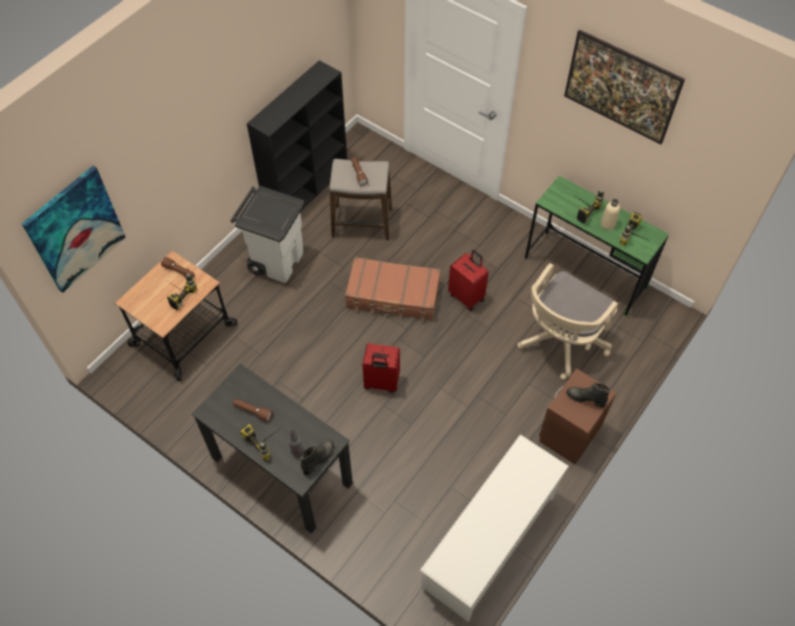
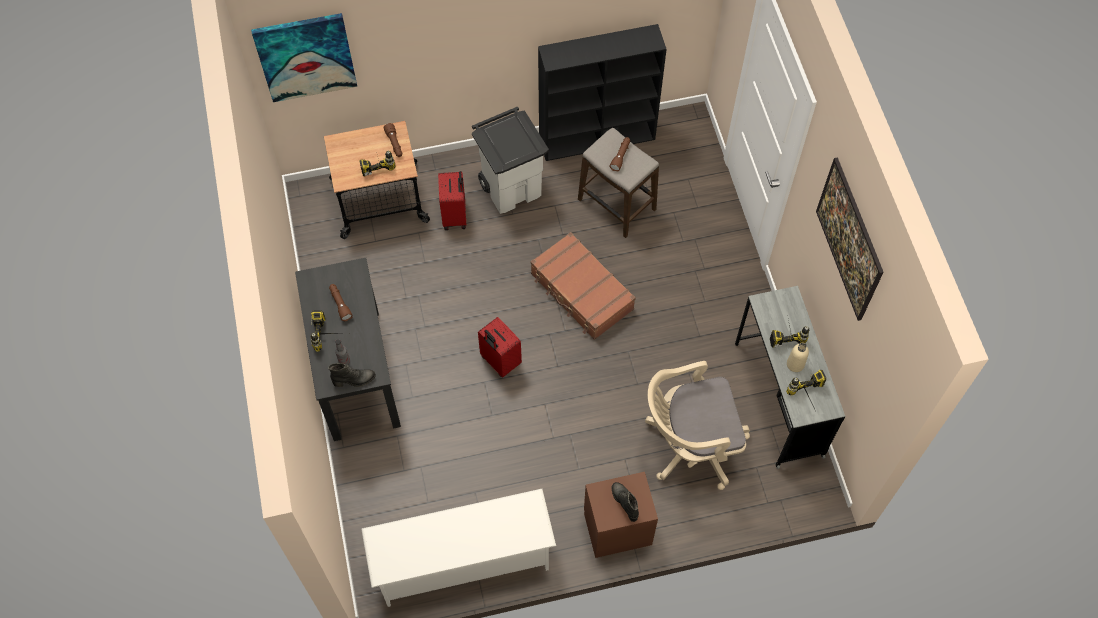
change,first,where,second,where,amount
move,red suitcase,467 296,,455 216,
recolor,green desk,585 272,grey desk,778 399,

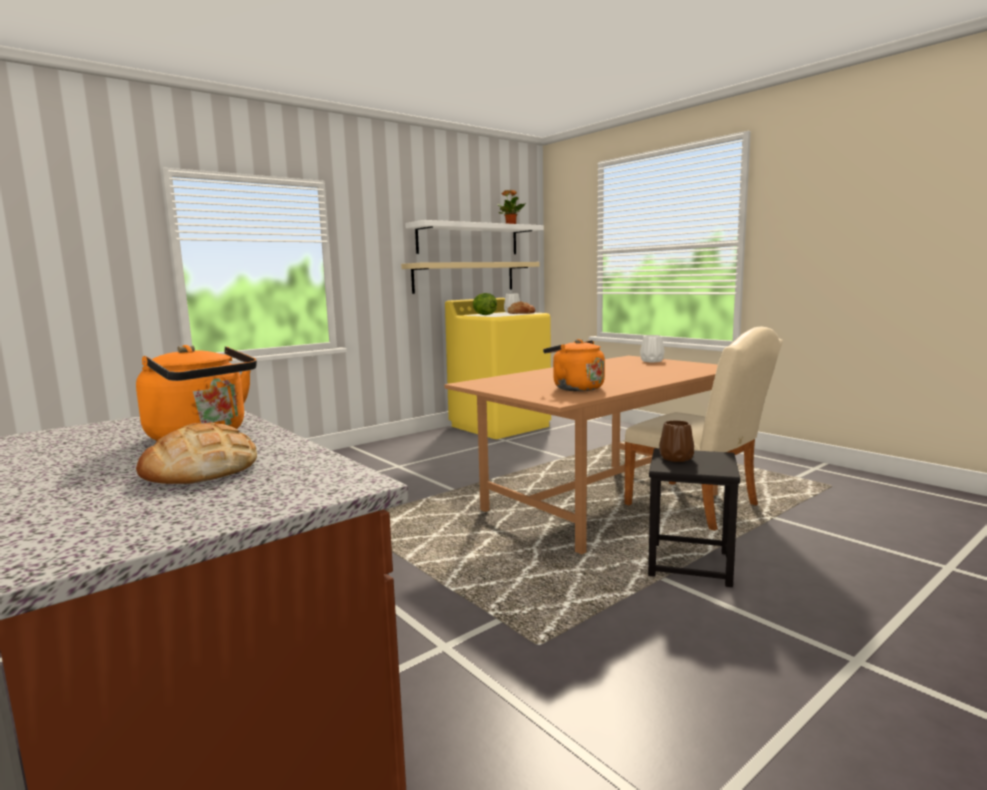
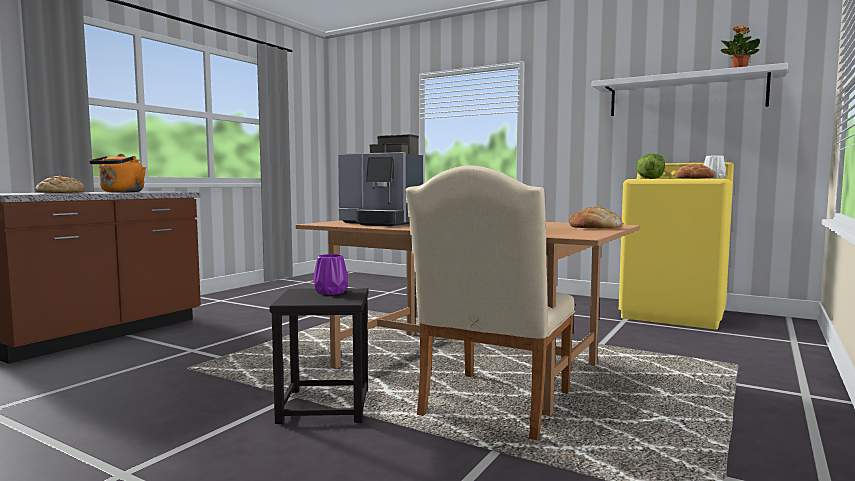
change,first,where,second,where,amount
delete,beige shelf,464 277,,,
replace,orange kettle,575 388,coffee machine,381 223,
replace,white vase,652 361,bread,595 227,
recolor,brown vase,676 458,purple vase,331 292,

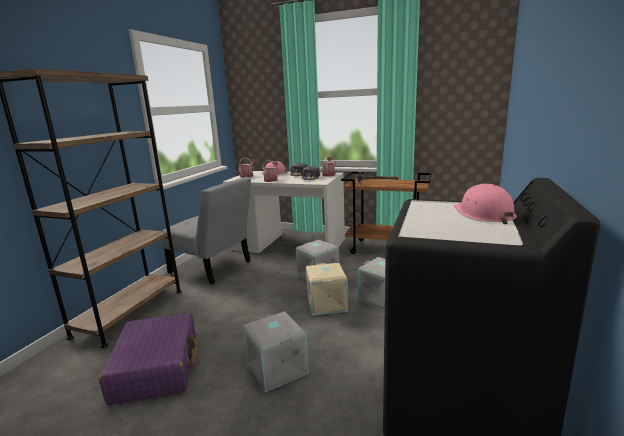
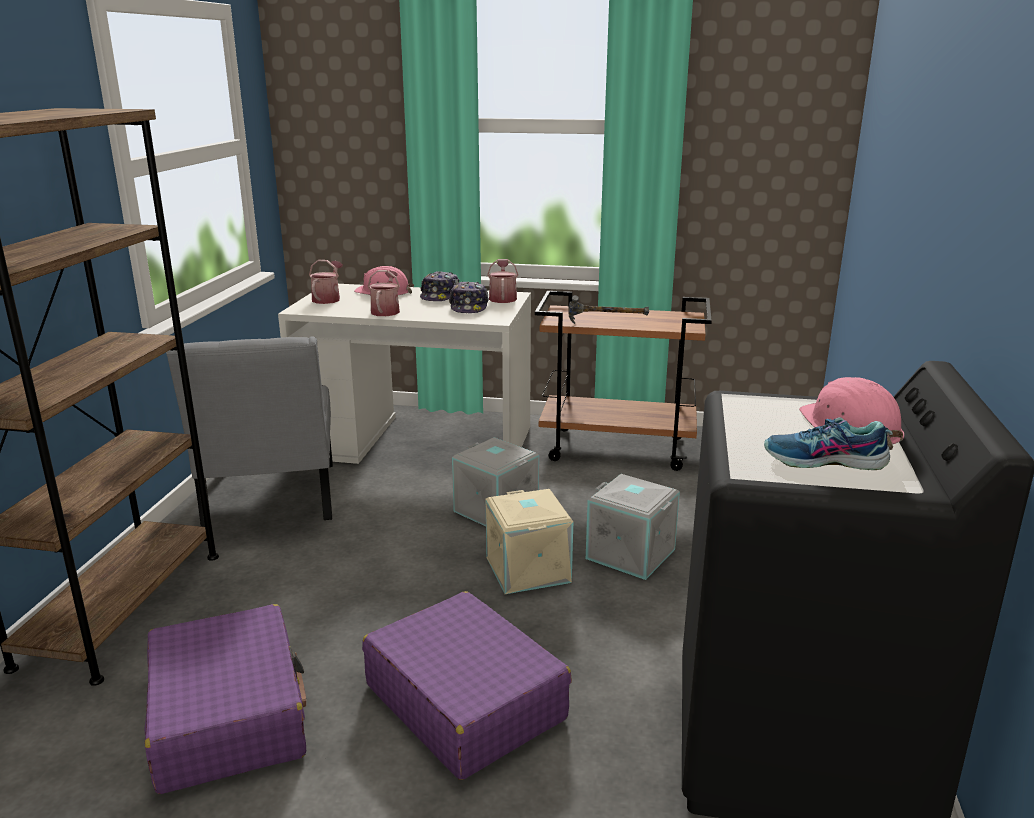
change,first,where,second,where,amount
insert,,,shoe,824 461,
replace,grey storage box,276 369,purple suitcase,465 701,
rotate,grey chair,213 268,,270 501,60 degrees clockwise

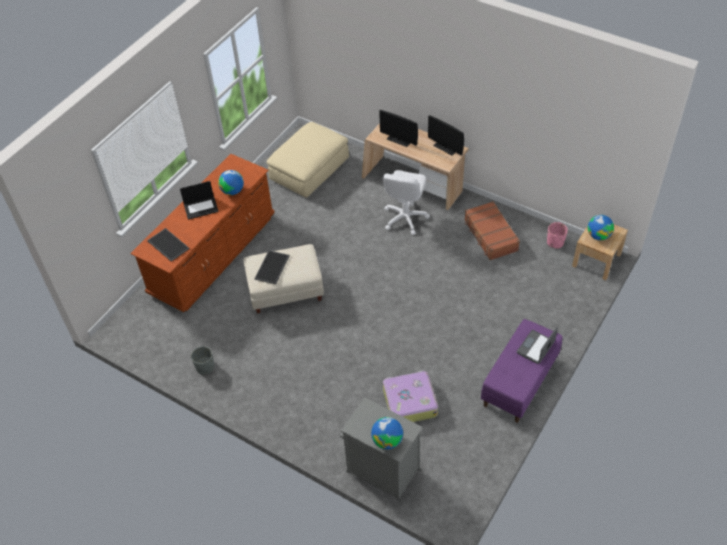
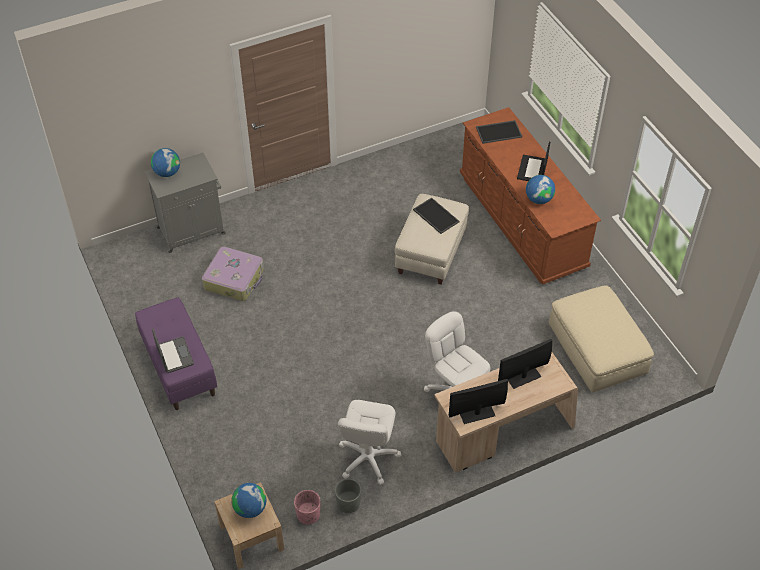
change,first,where,second,where,amount
move,grey planter,205 367,,348 503,
replace,brown suitcase,490 236,white office chair,367 458,

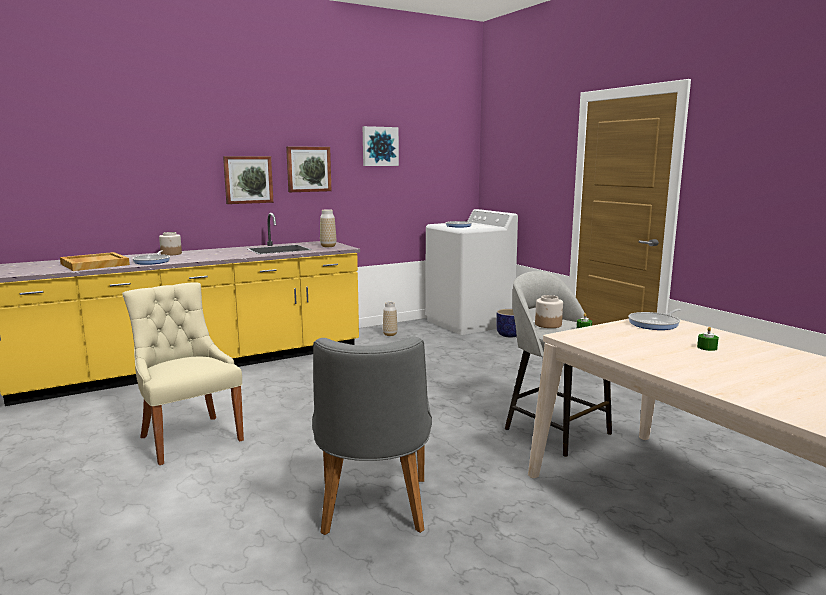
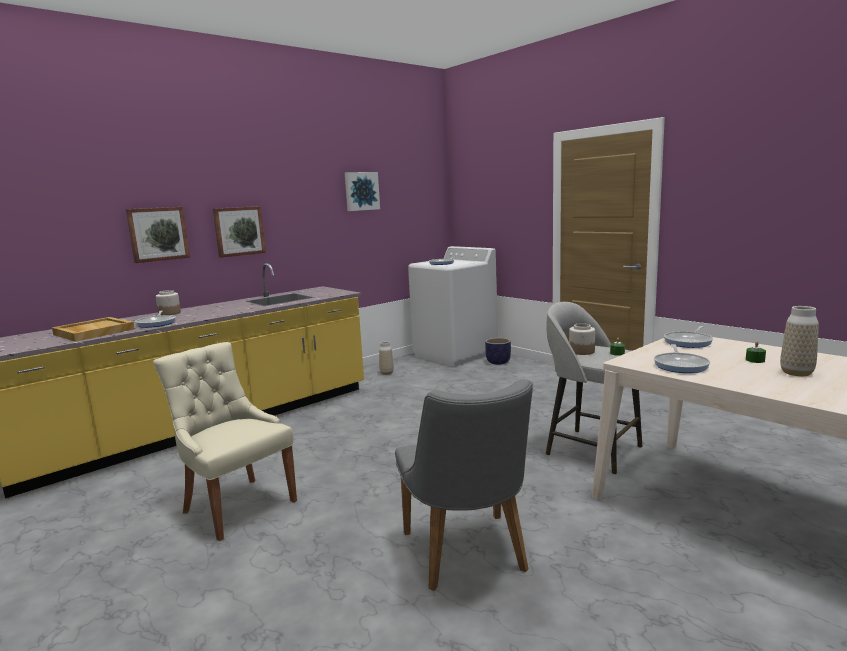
change,first,where,second,where,amount
insert,,,frying pan,680 365,
move,picture,308 169,,158 234,
move,vase,328 246,,796 373,

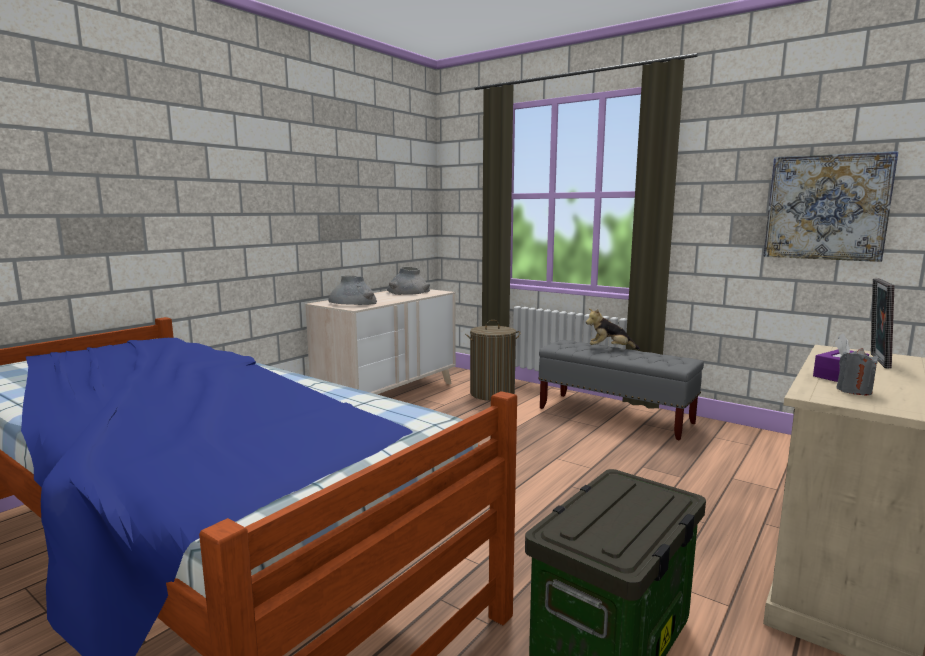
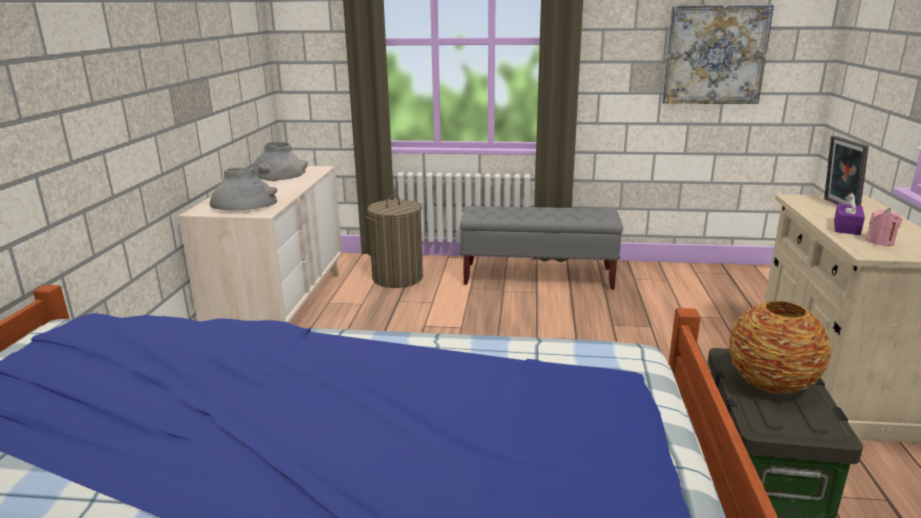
change,first,where,second,where,amount
delete,plush toy,610 349,,,
insert,,,vase,770 383,
recolor,grey candle,854 391,pink candle,879 242,

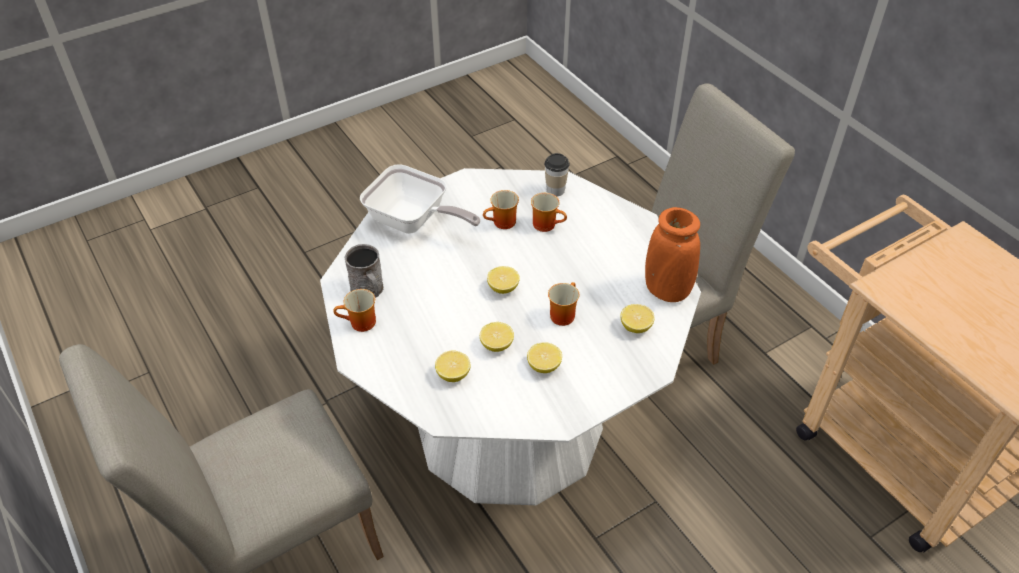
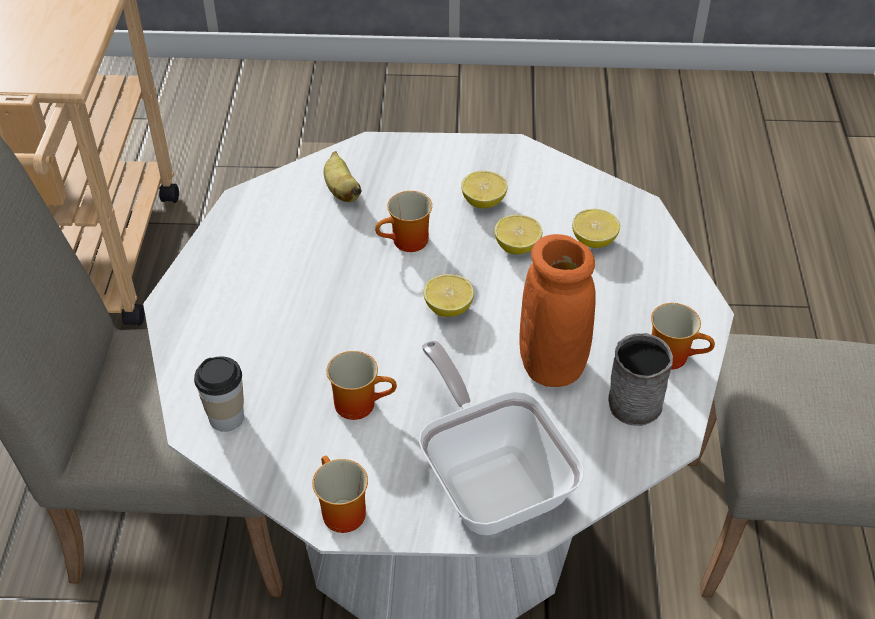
change,first,where,second,where,amount
move,mug,547 224,,338 512,
move,orange vase,666 290,,551 365,
replace,lemon,635 327,banana,341 191,

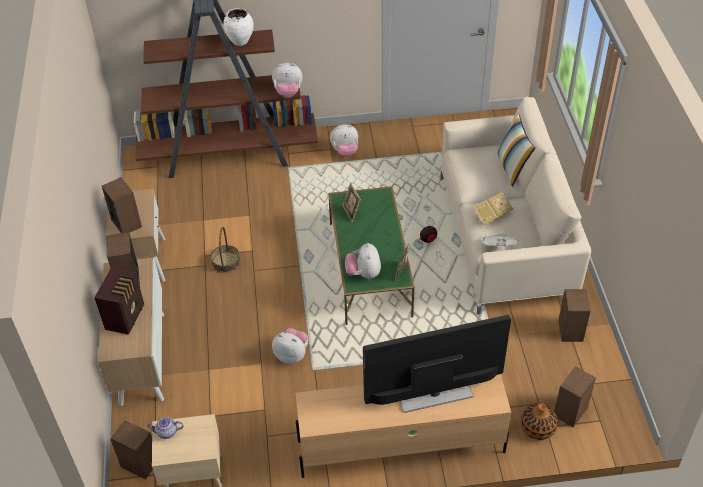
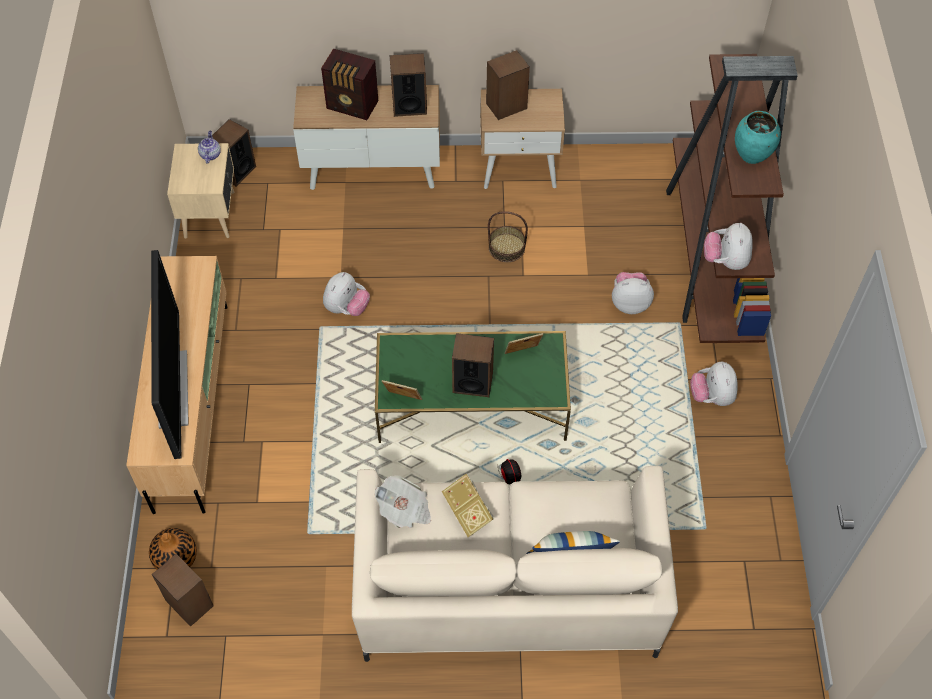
change,first,where,second,where,amount
move,plush toy,363 273,,630 303,
move,speaker,570 330,,472 382,
recolor,white vase,240 41,turquoise vase,752 156,

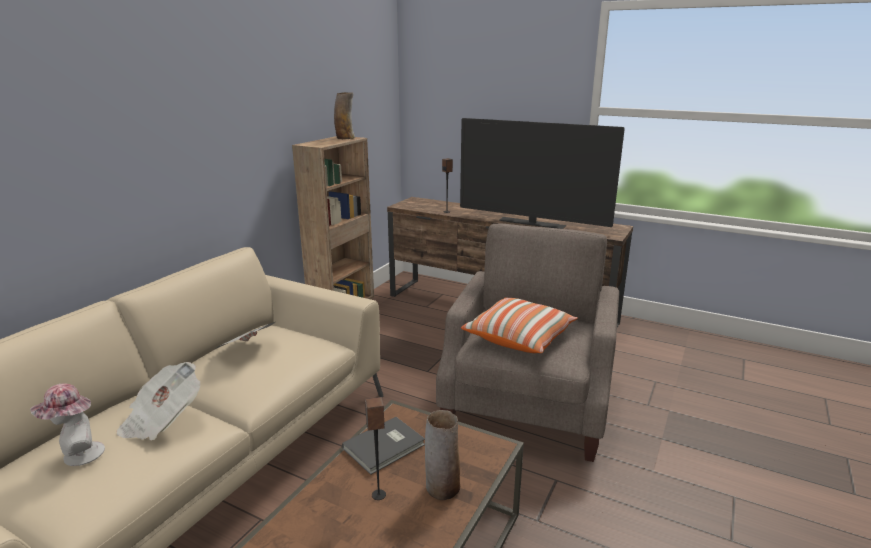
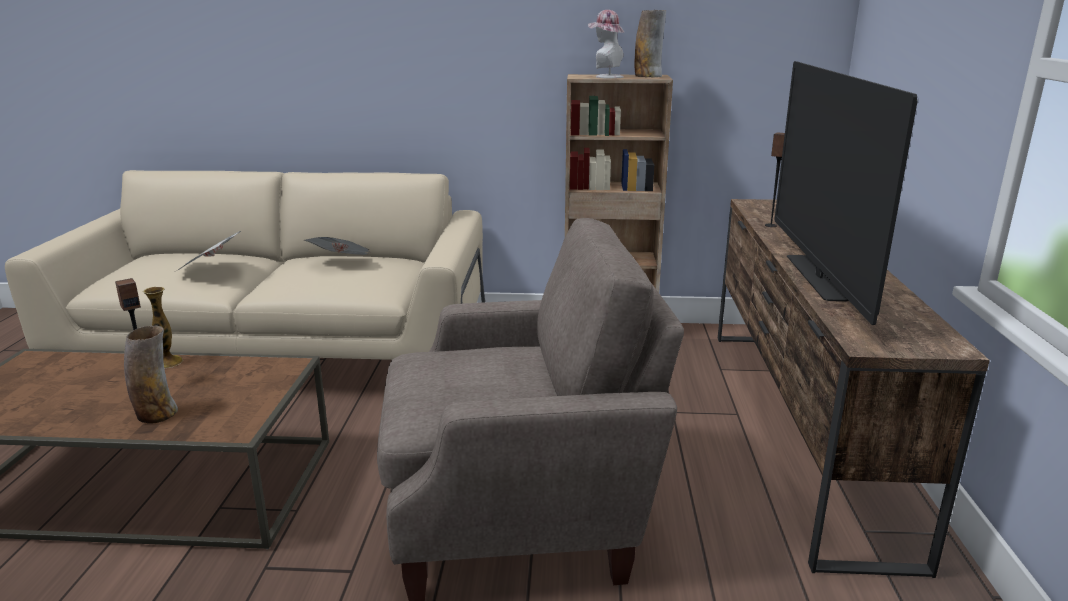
change,first,where,second,where,amount
delete,grey book,386 447,,,
delete,pillow,519 337,,,
insert,,,vase,168 362,
move,hat,78 456,,605 77,

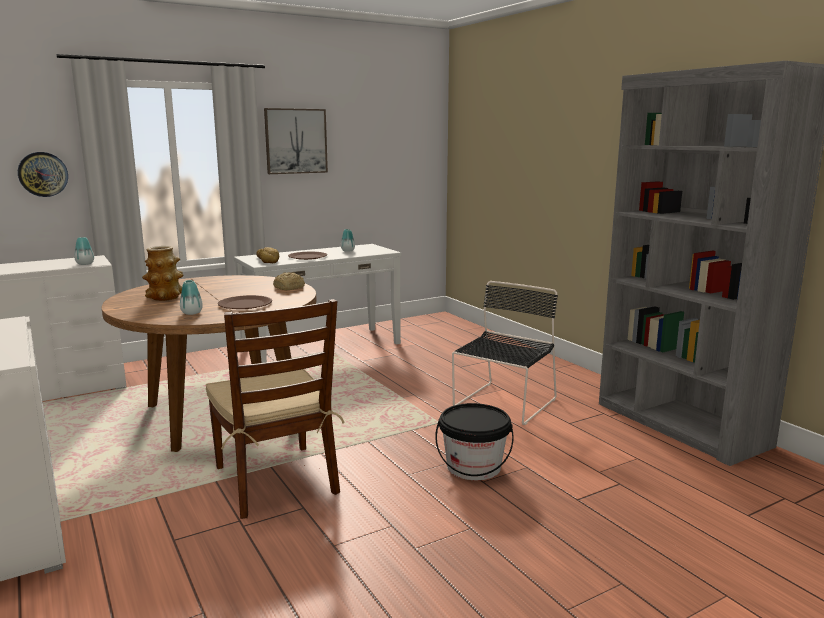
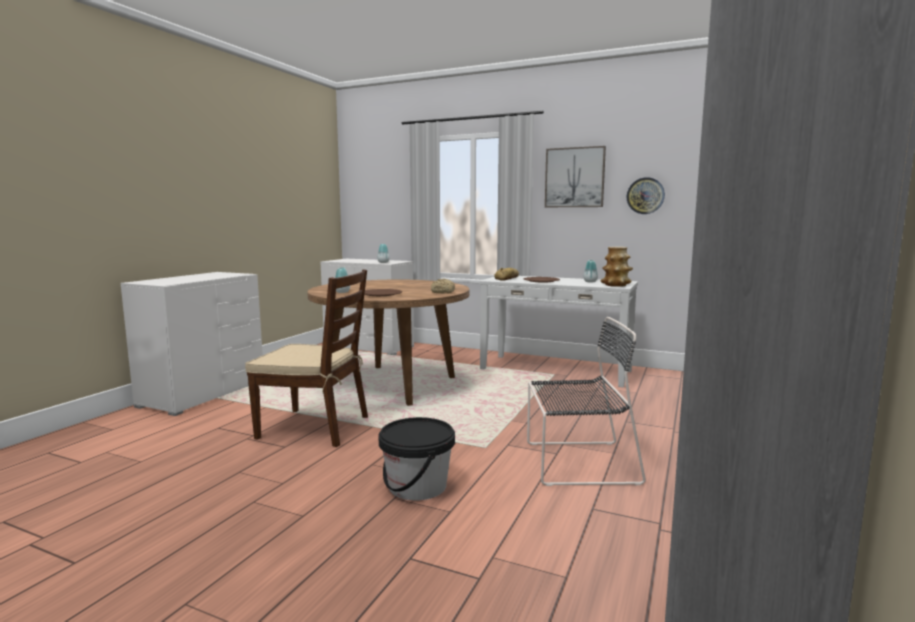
change,first,where,second,where,amount
move,wall clock,43 174,,645 196,
move,vase,165 297,,616 285,
rotate,brown chair,276 481,,315 427,105 degrees counterclockwise

